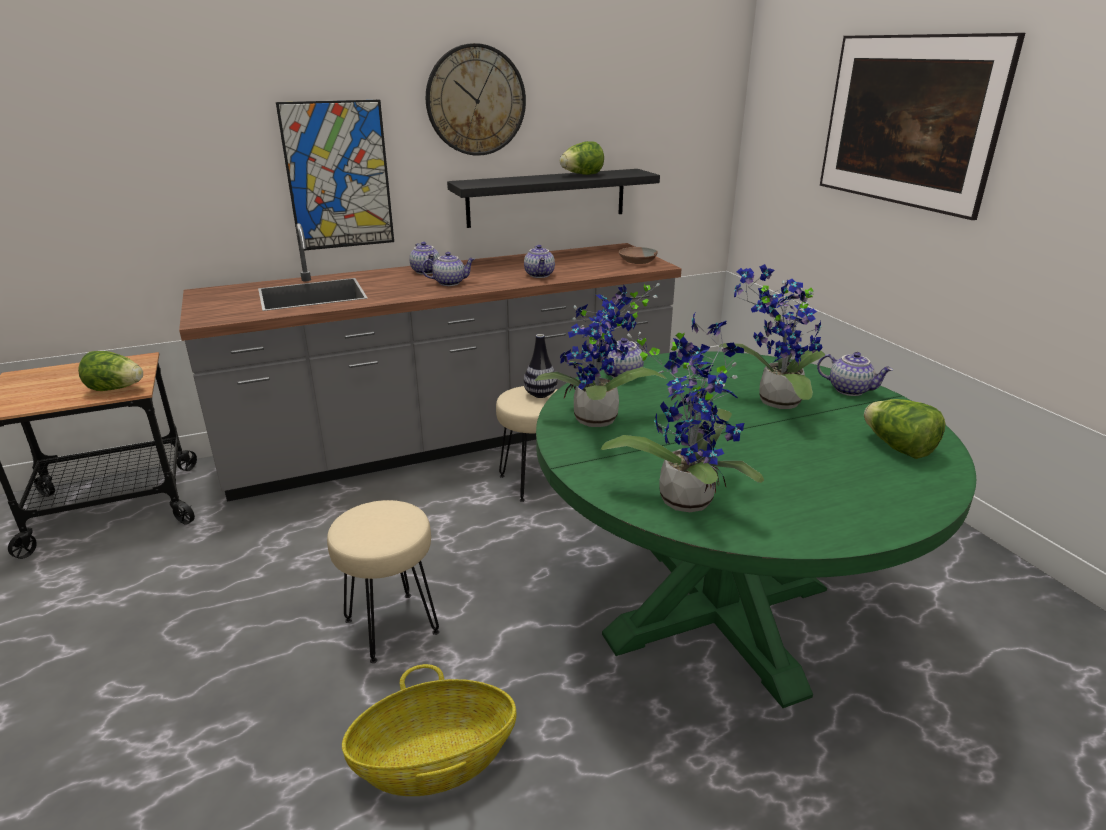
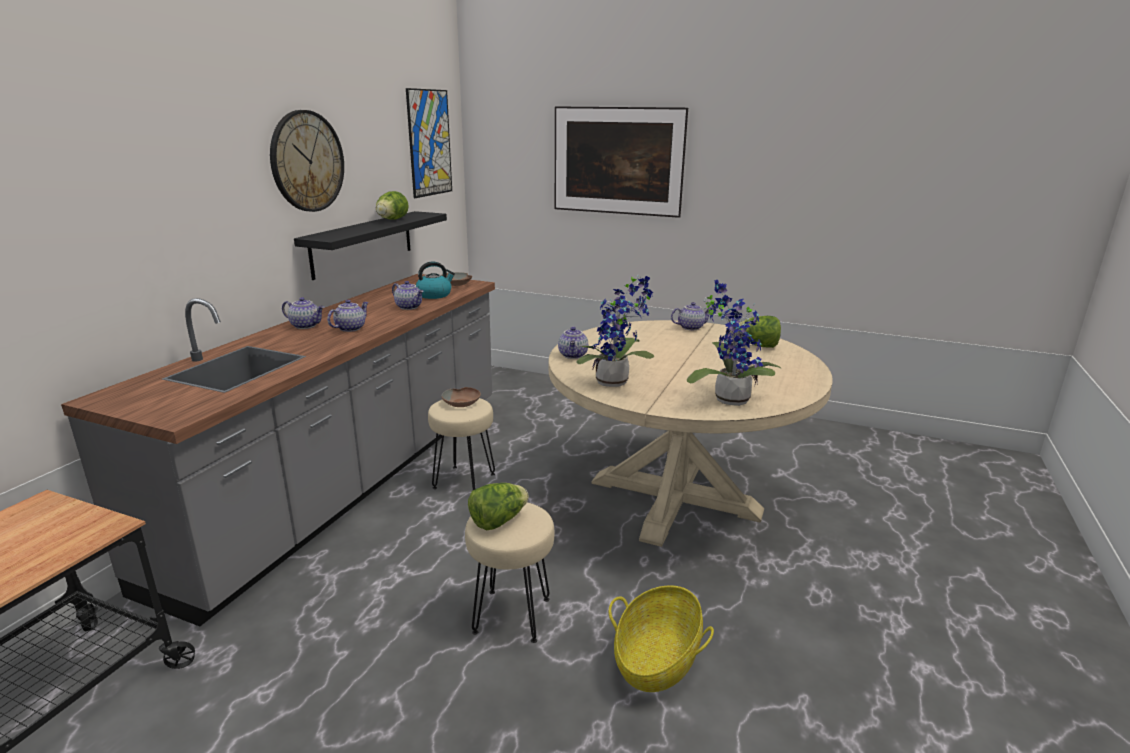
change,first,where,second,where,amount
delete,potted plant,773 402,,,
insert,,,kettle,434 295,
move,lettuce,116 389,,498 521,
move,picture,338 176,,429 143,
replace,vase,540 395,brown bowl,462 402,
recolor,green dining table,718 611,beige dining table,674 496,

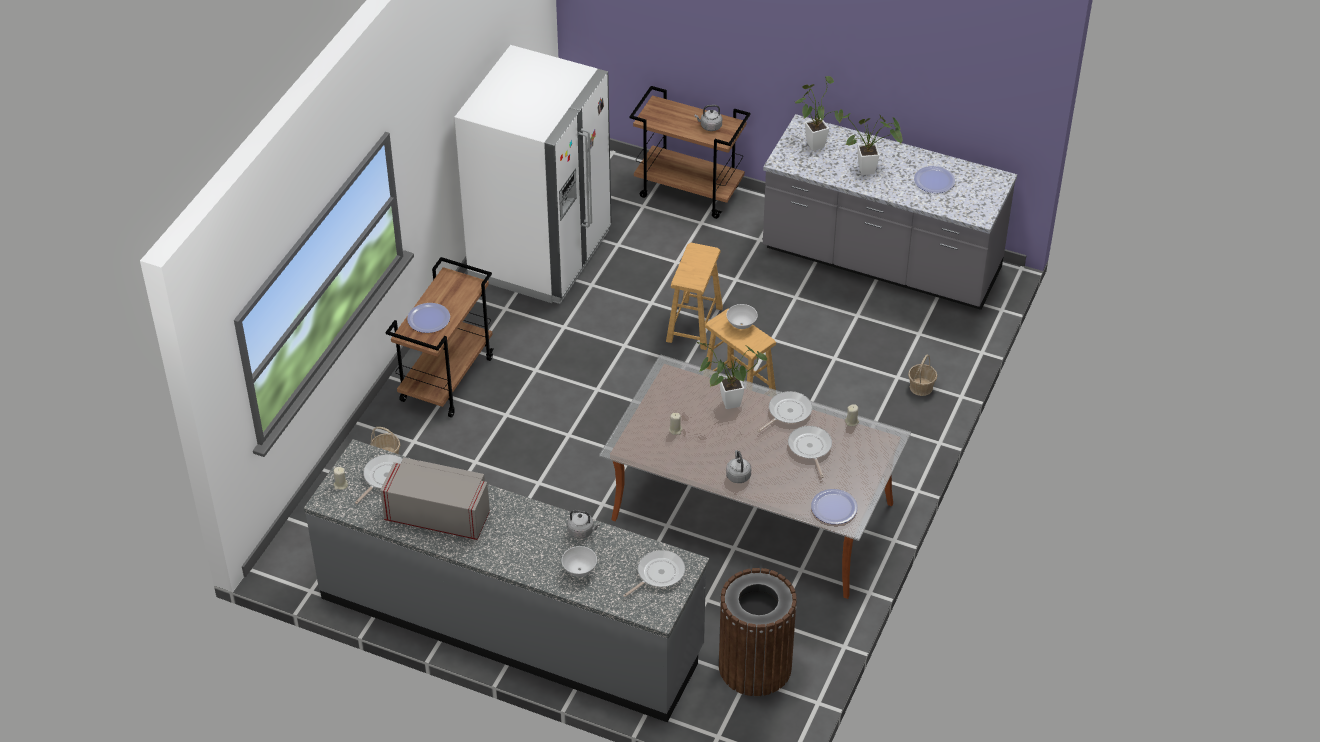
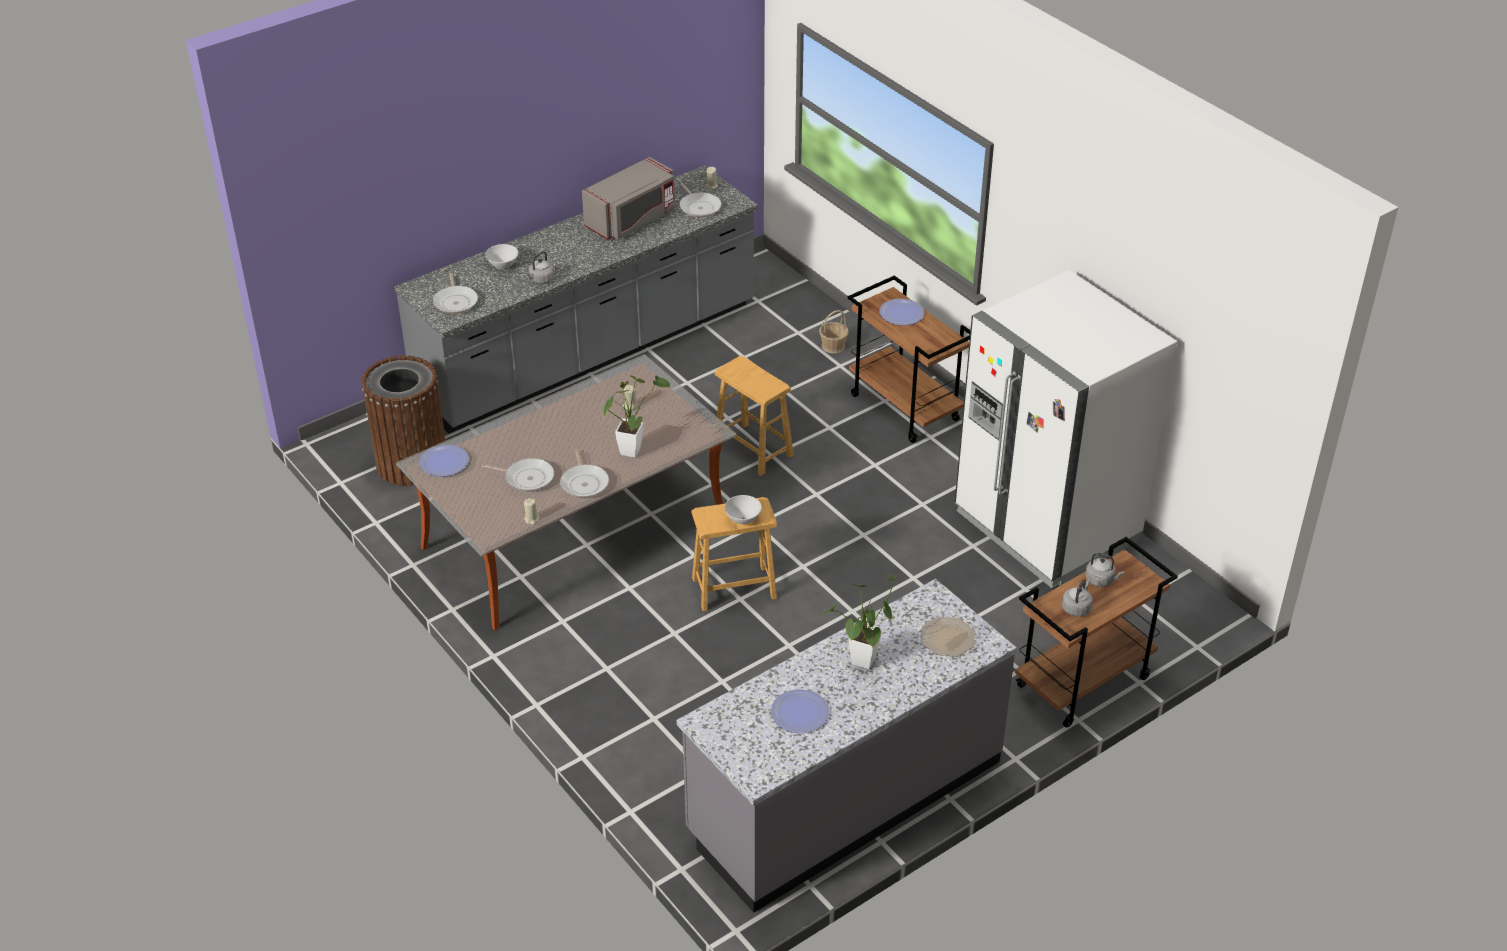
change,first,where,second,where,amount
delete,basket,921 387,,,
move,brown stool,694 324,,753 449,
move,grey kettle,738 475,,1101 580,
replace,potted plant,814 143,plate,948 638,

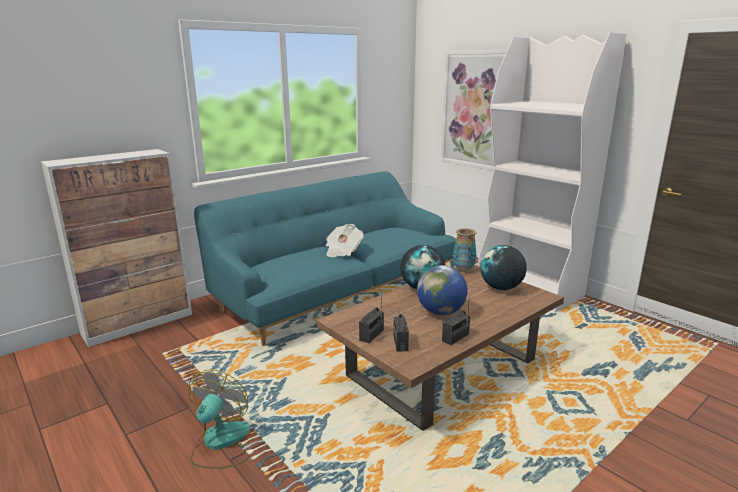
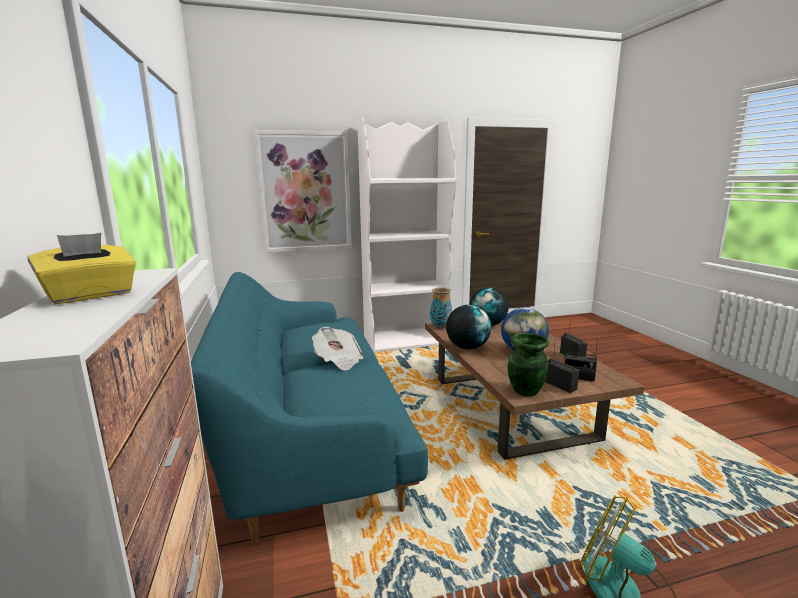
change,first,where,second,where,amount
insert,,,yellow tissue box,90 295,
insert,,,green vase,525 391,

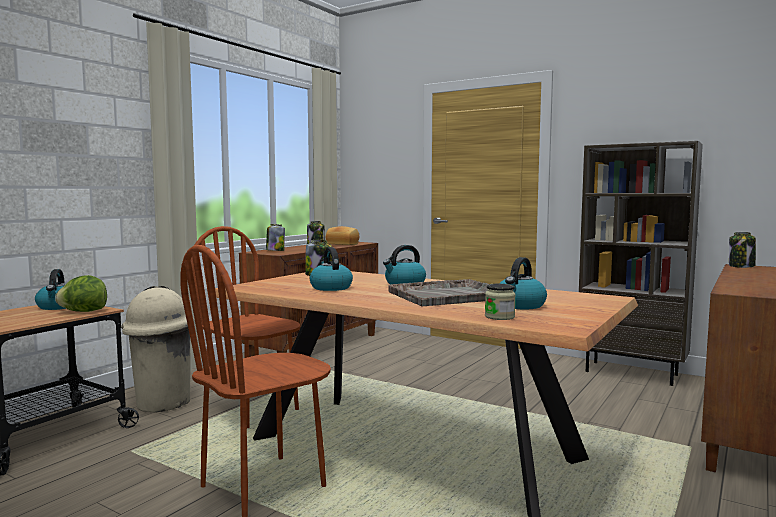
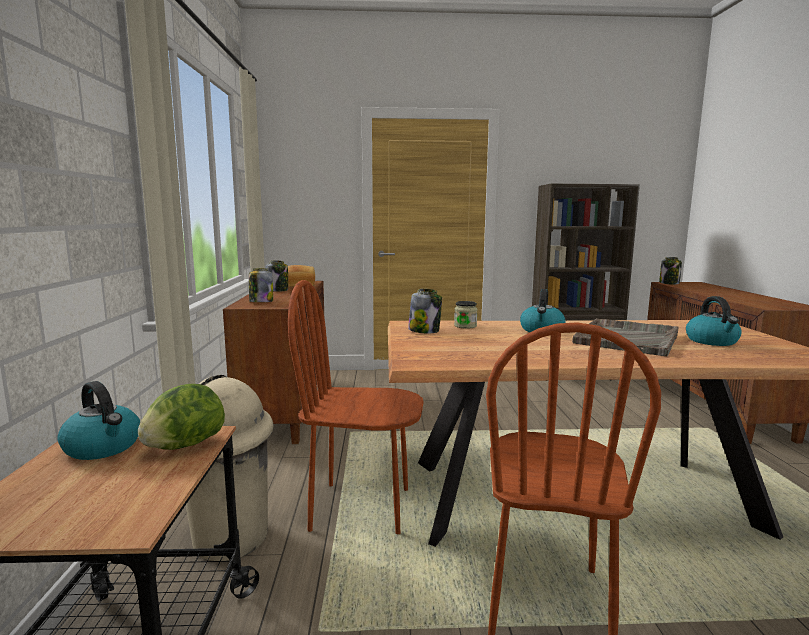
change,first,where,second,where,amount
delete,kettle,330 287,,,
move,jar,499 317,,465 326,

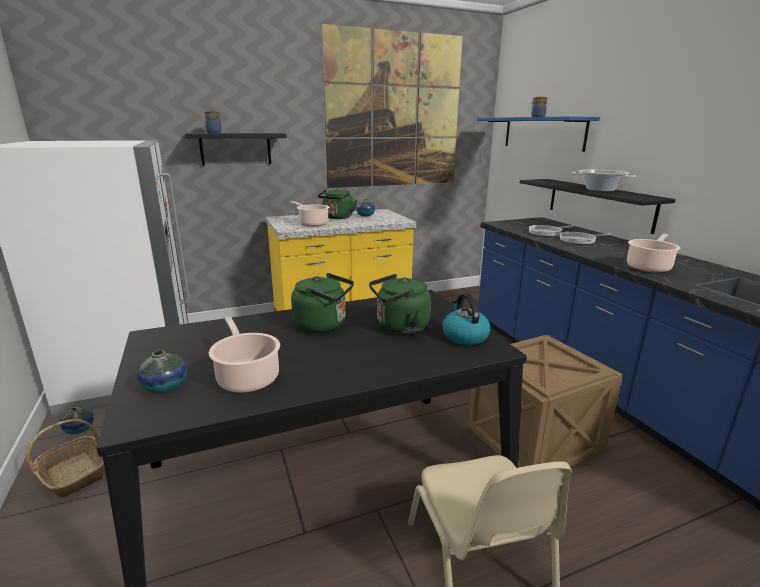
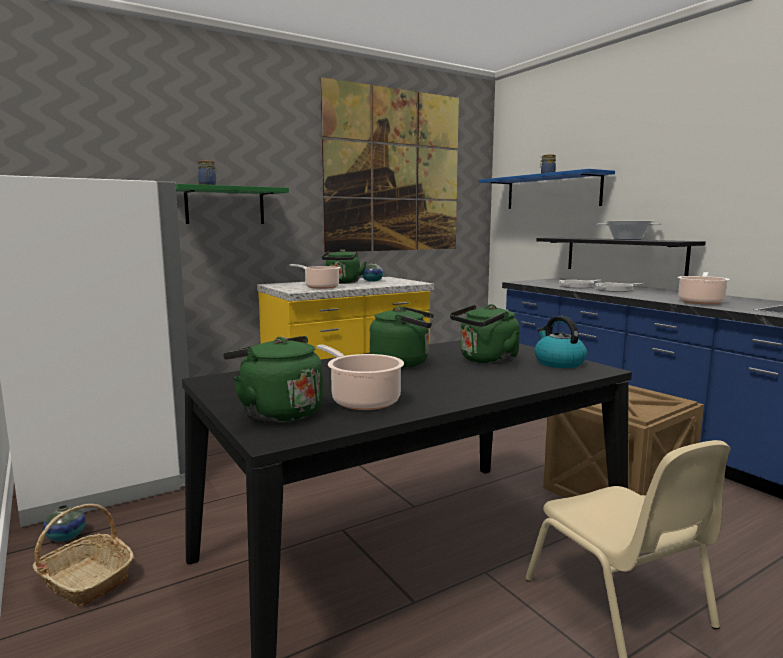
change,first,where,second,where,amount
replace,vase,165 387,green kettle,277 412,
recolor,black shelf,235 149,green shelf,225 206,

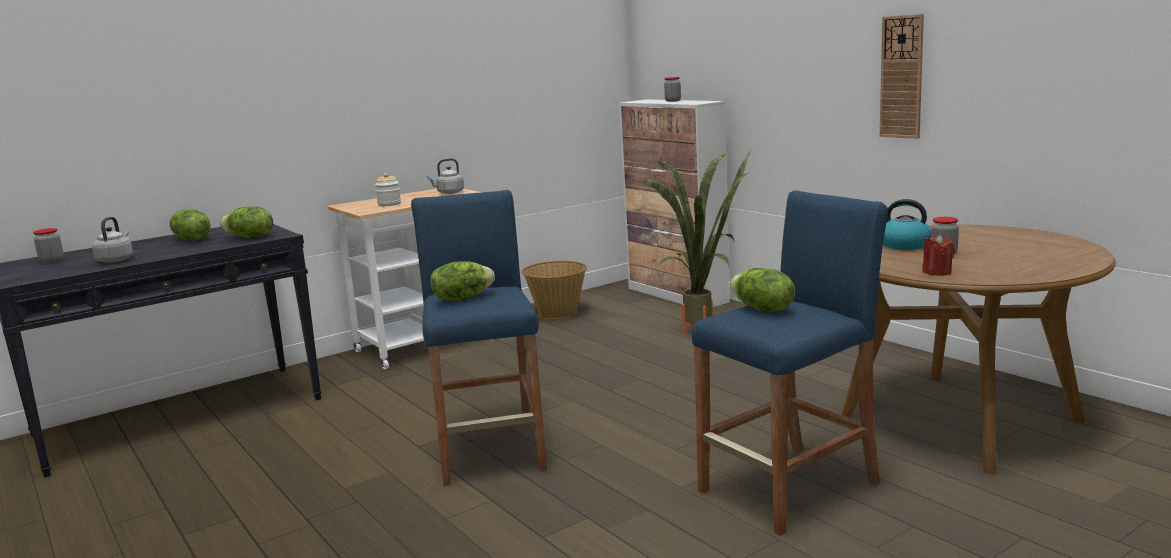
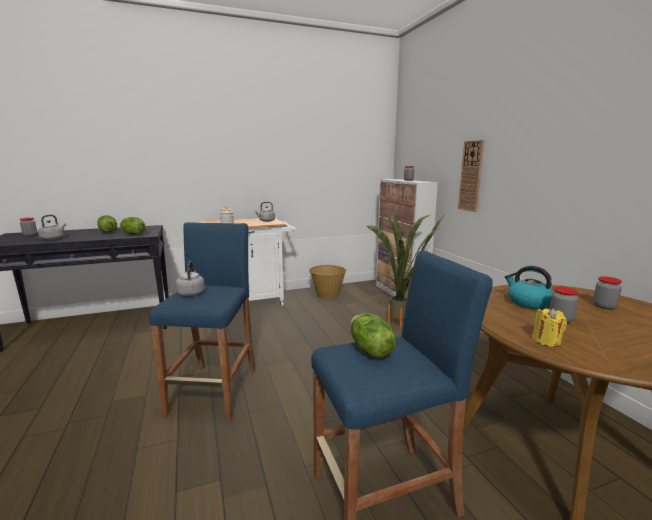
change,first,where,second,where,amount
insert,,,jar,604 306,
move,wall clock,902 77,,471 176,
replace,lettuce,462 298,grey kettle,191 293,
recolor,red candle,937 272,yellow candle,546 341,

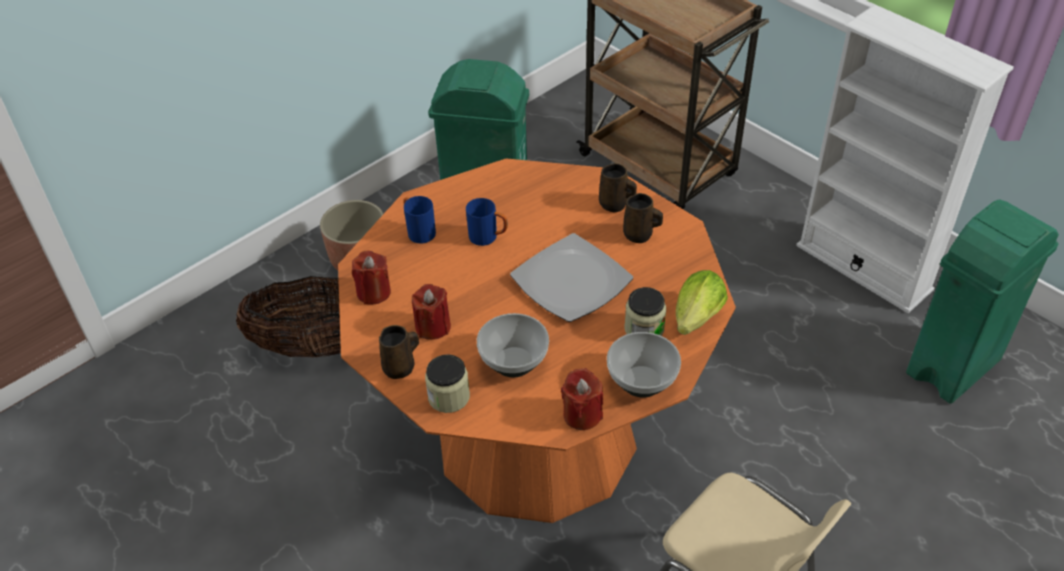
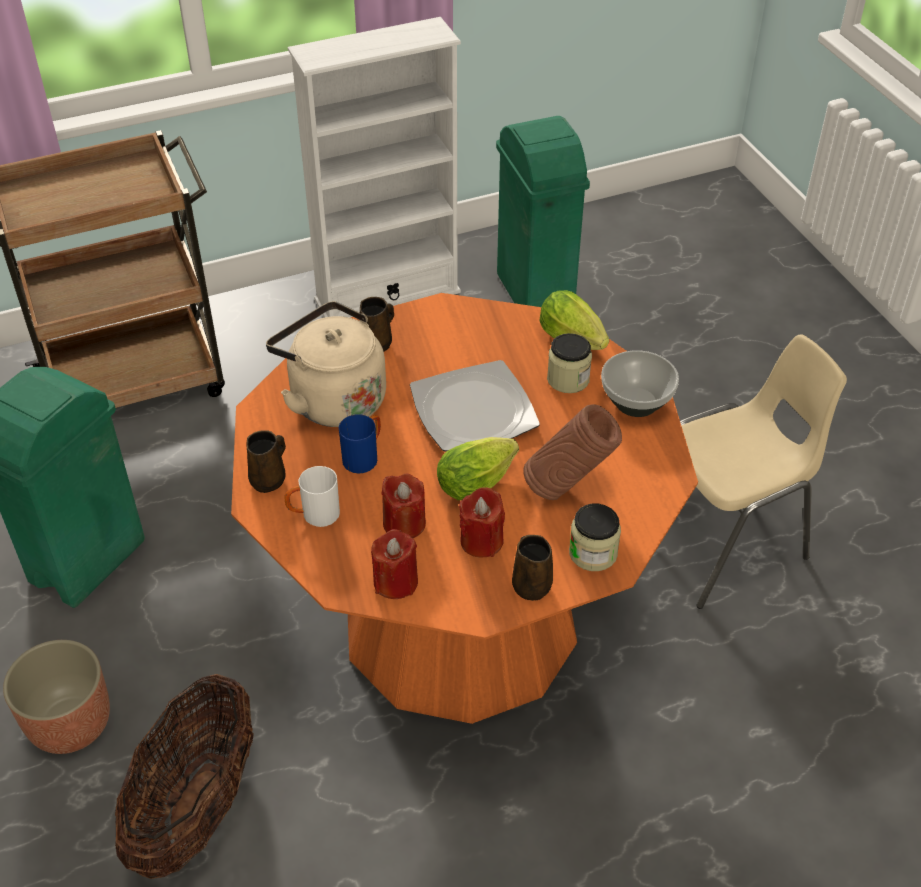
change,first,where,second,where,amount
insert,,,beige kettle,333 399,
insert,,,lettuce,479 481,
move,red candle,582 414,,404 523,
move,brown mug,639 235,,269 480,
replace,bowl,513 363,brown vase,568 488,
recolor,blue mug,418 231,white mug,314 515,

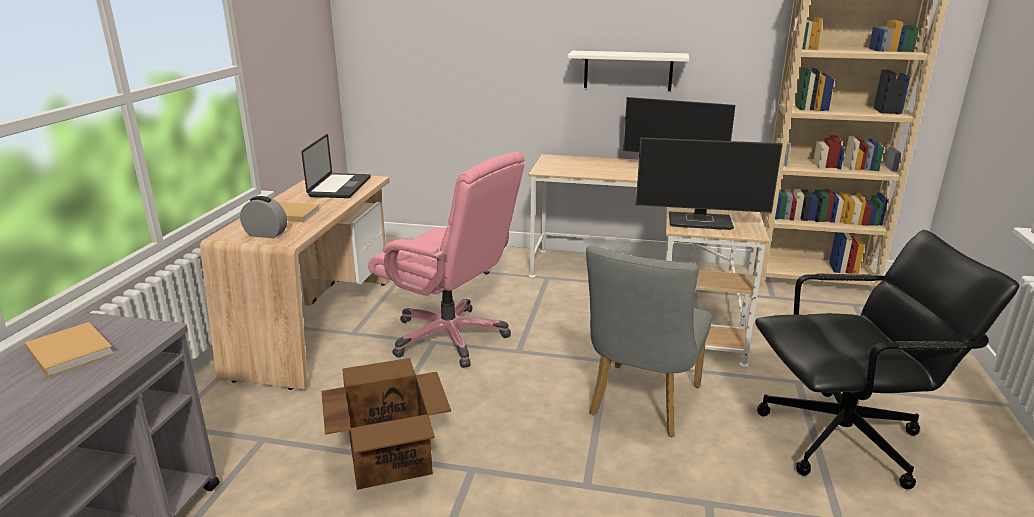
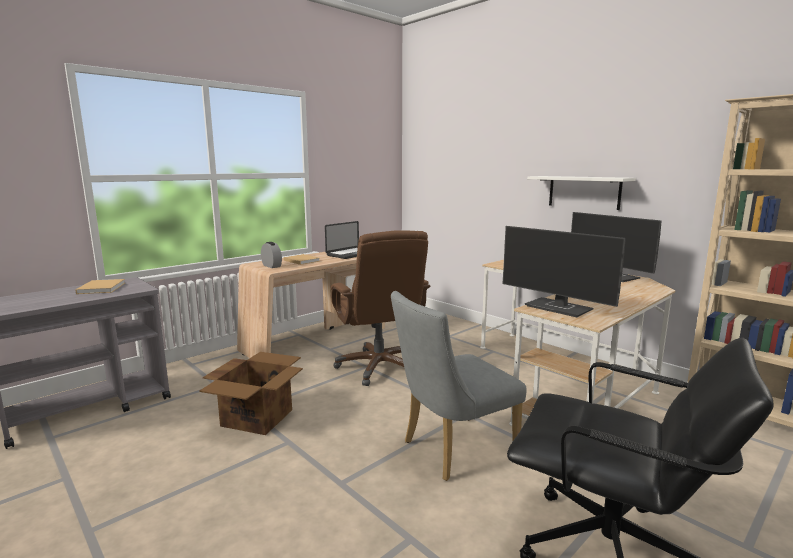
change,first,where,second,where,amount
recolor,pink office chair,450 337,brown office chair,379 367,

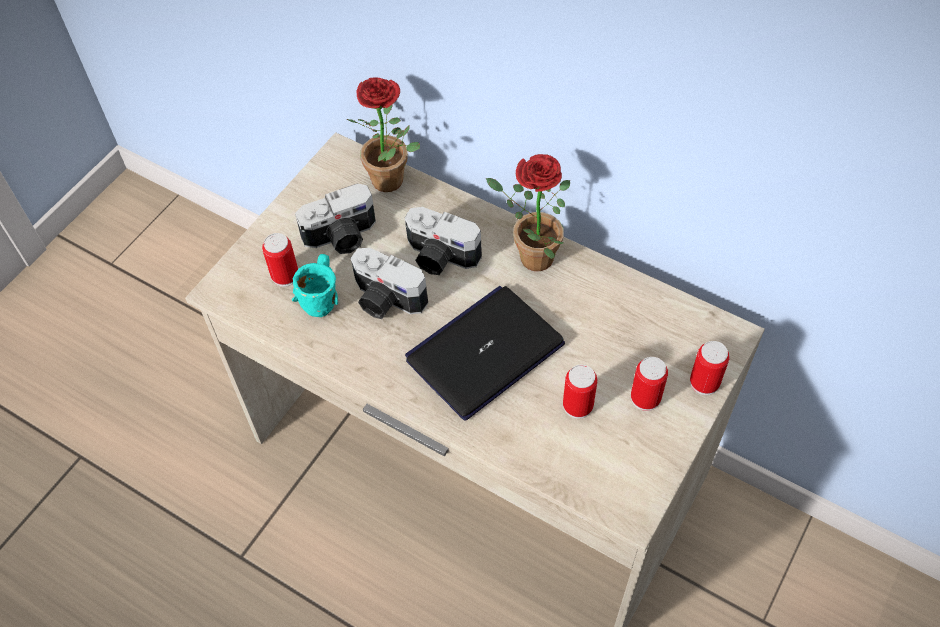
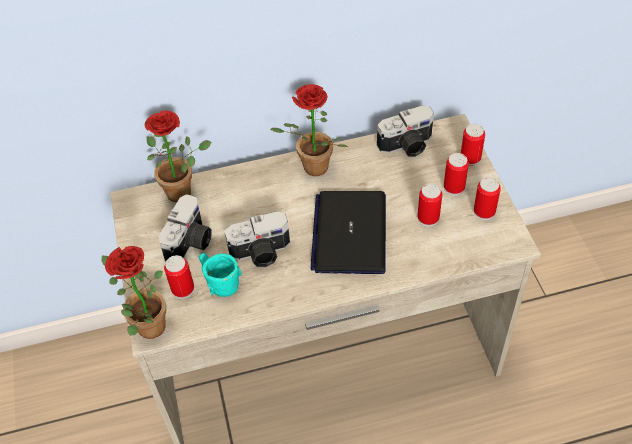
change,first,where,second,where,amount
insert,,,potted plant,146 324,
insert,,,can,484 212,
move,photo camera,439 257,,407 146,

